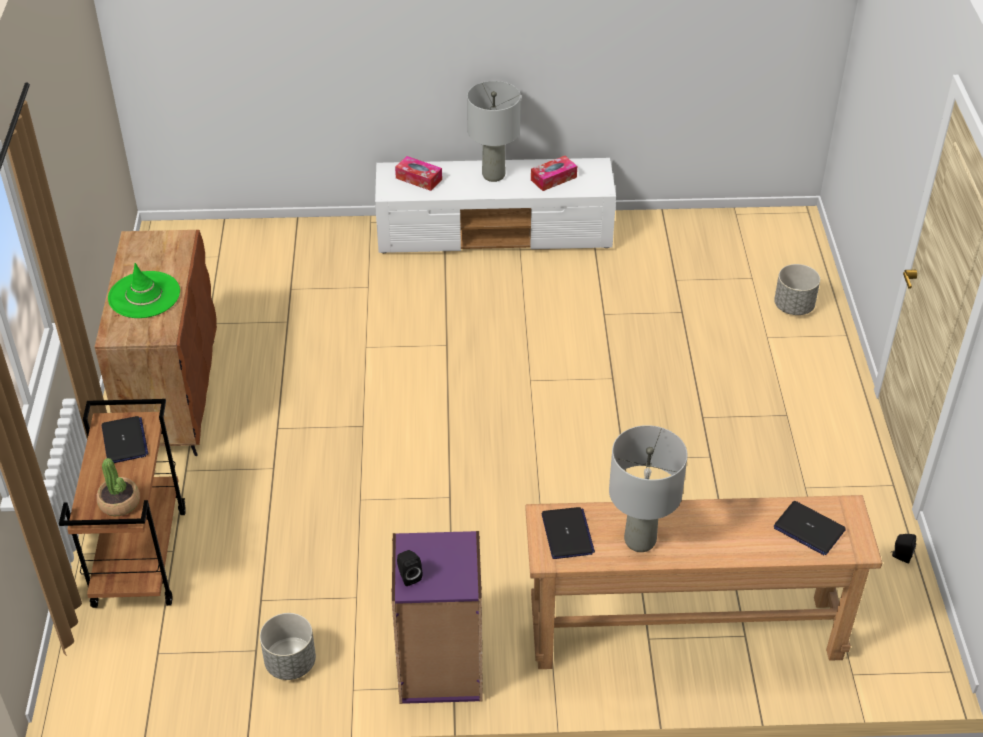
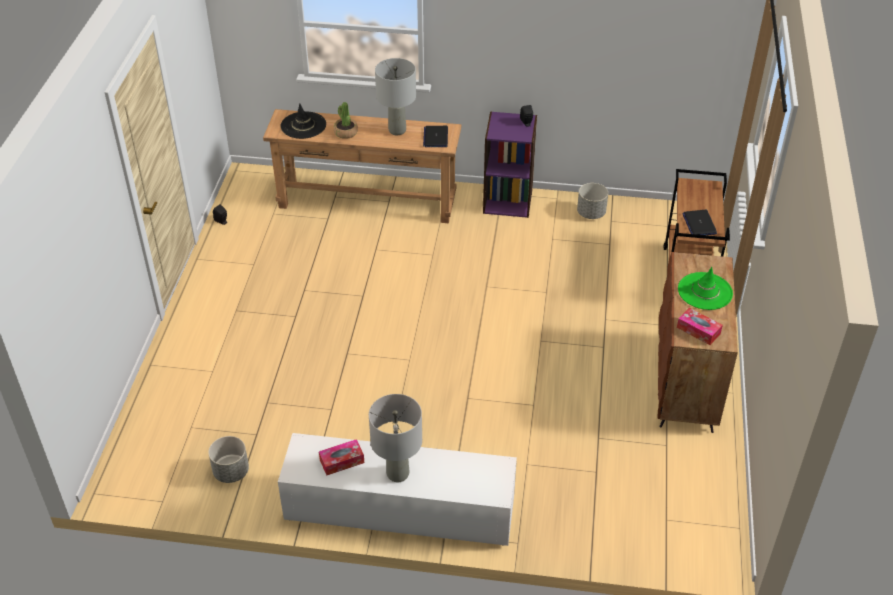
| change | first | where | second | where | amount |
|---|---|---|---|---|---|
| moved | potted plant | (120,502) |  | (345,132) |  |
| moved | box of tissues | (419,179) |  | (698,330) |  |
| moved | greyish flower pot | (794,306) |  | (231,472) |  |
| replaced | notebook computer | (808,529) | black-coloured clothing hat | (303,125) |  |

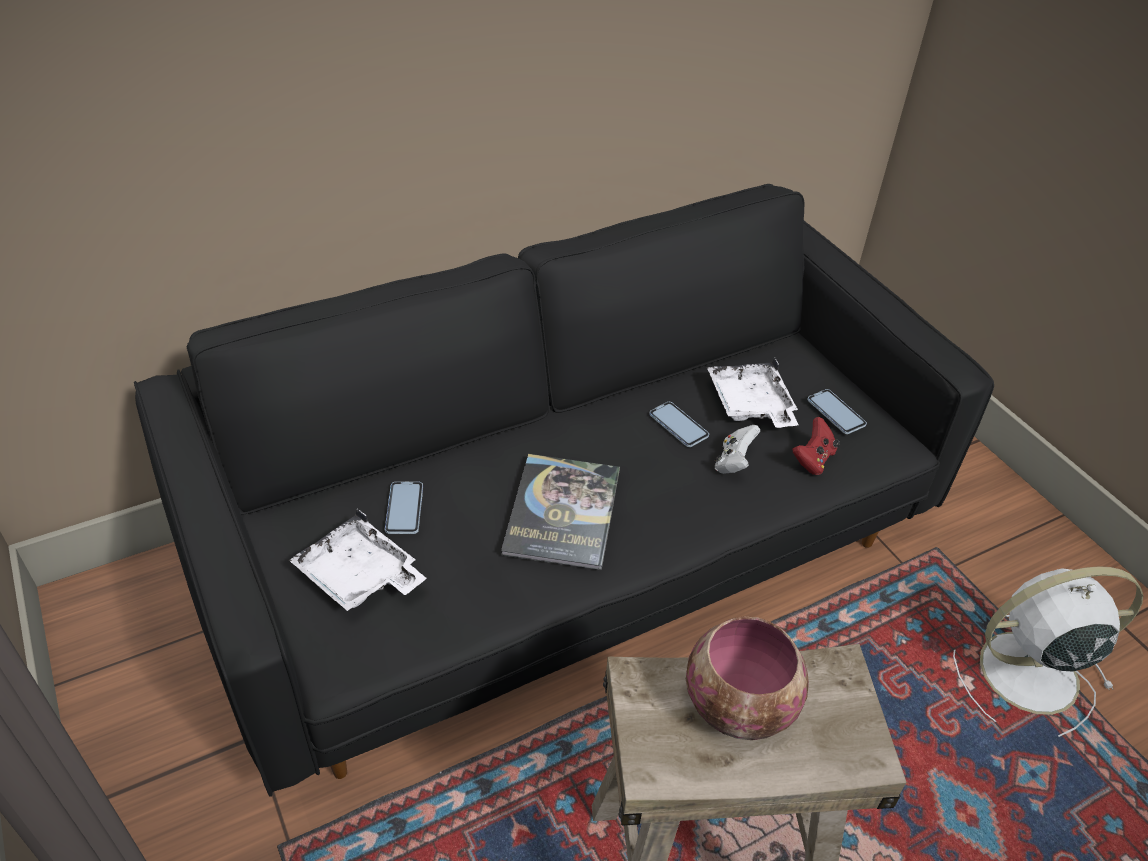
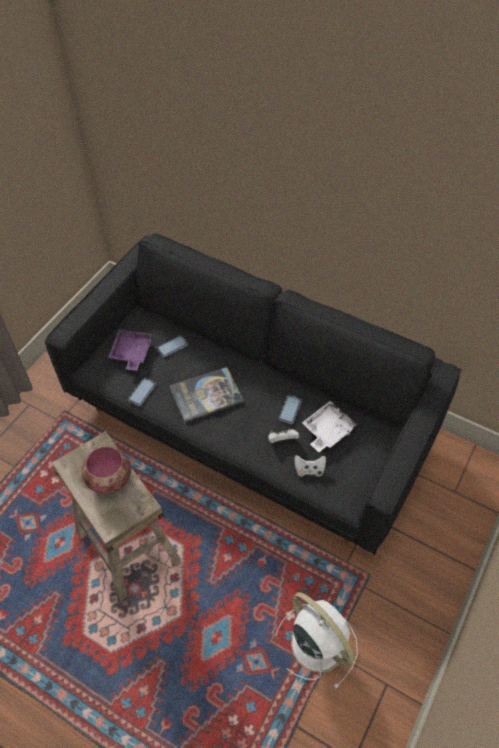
| change | first | where | second | where | amount |
|---|---|---|---|---|---|
| moved | phone | (836,413) |  | (142,392) |  |
| recoloured | whitish carrying tray | (359,577) | purple-coloured carrying tray | (131,353) |  |
| recoloured | red-coloured game controller | (813,459) | whitish game controller | (309,470) |  |

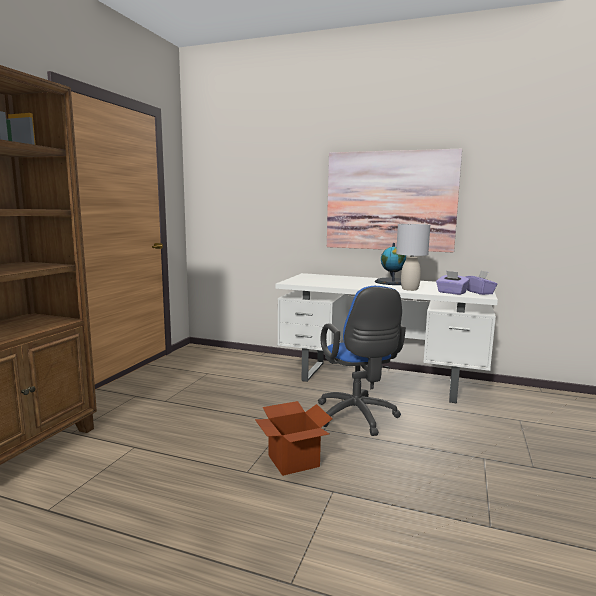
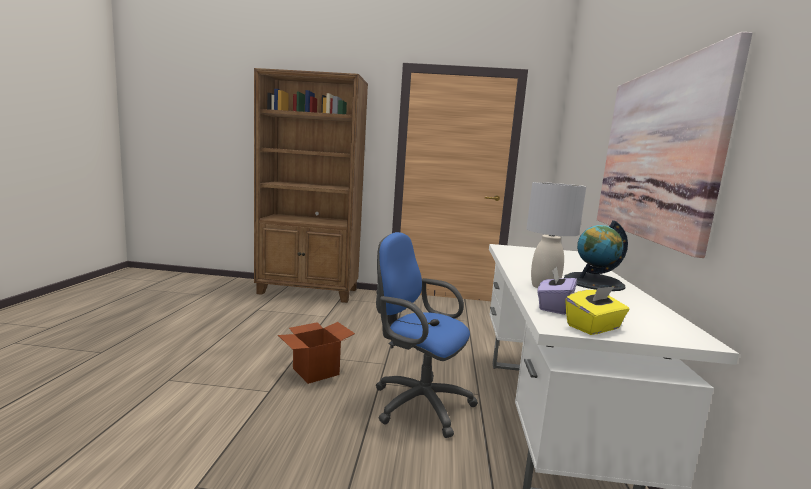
| change | first | where | second | where | amount |
|---|---|---|---|---|---|
| recoloured | purple-coloured box of tissues | (480,292) | yellow-coloured box of tissues | (594,327) |  |
| turned | bluish computer chair | (358,417) |  | (417,403) | 60 degrees clockwise |

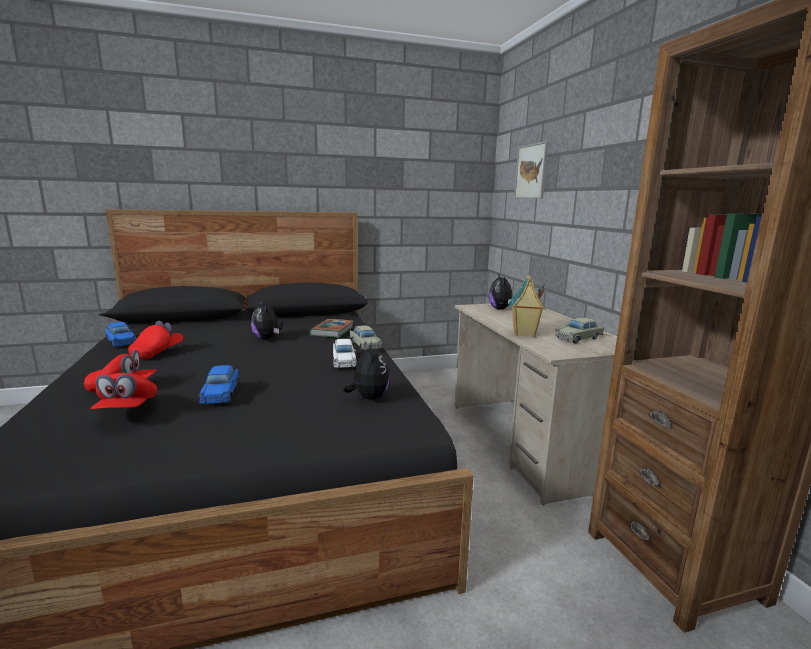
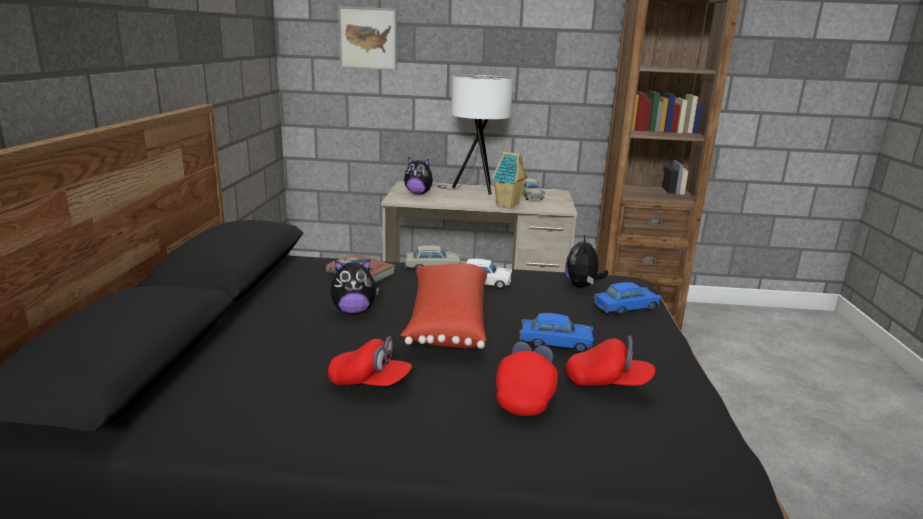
| change | first | where | second | where | amount |
|---|---|---|---|---|---|
| added |  |  | red-coloured throw pillow | (446,322) |  |
| added |  |  | whitish table lamp | (474,190) |  |
| moved | bluish miniature car | (121,342) |  | (625,307) |  |
| turned | red-coloured cap | (157,353) |  | (369,382) | 150 degrees clockwise |
| turned | cuddly toy | (368,397) |  | (582,286) | 90 degrees counterclockwise |

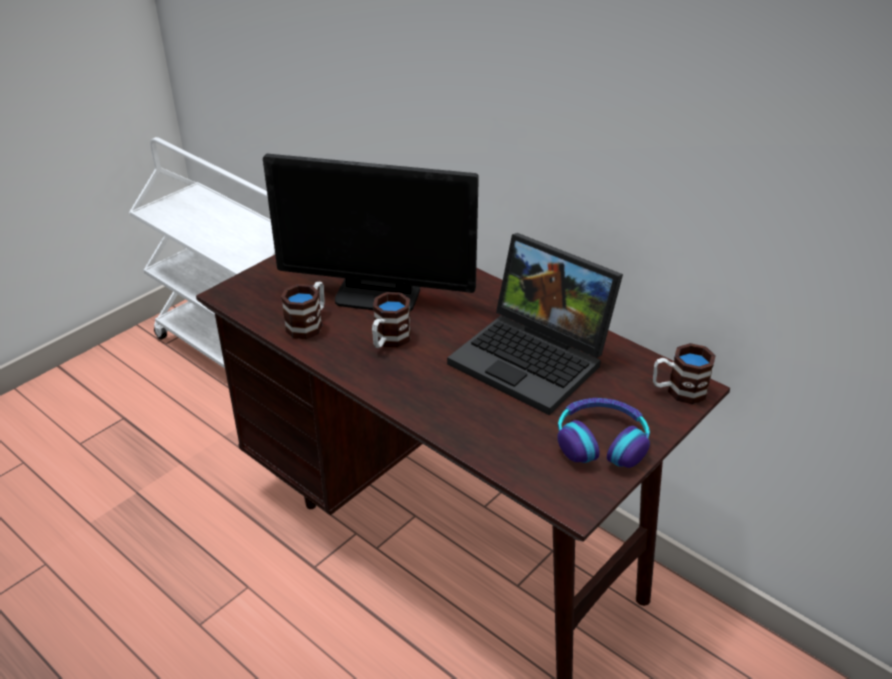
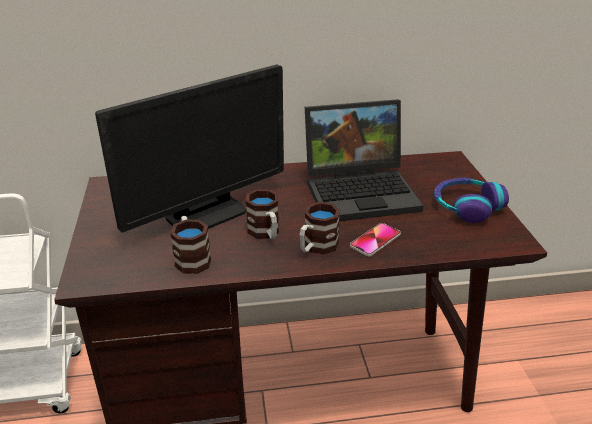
| change | first | where | second | where | amount |
|---|---|---|---|---|---|
| added |  |  | phone | (375,240) |  |
| moved | tea mug | (678,391) |  | (316,247) |  |

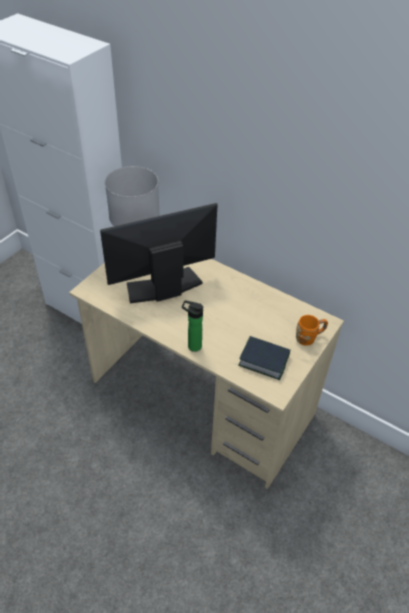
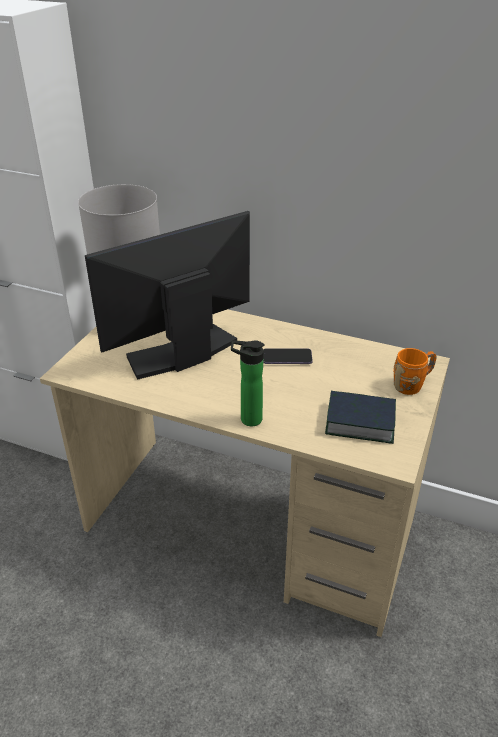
| change | first | where | second | where | amount |
|---|---|---|---|---|---|
| added |  |  | phone | (287,358) |  |

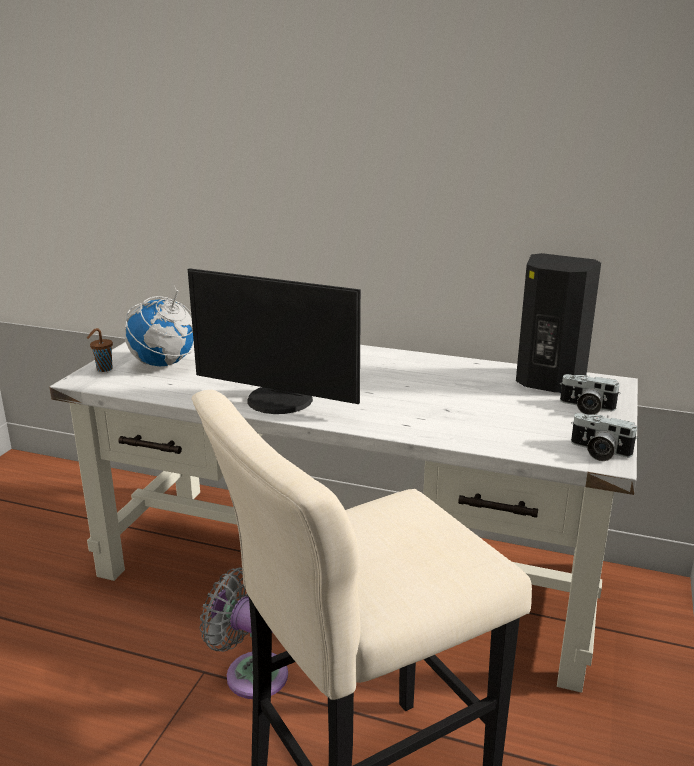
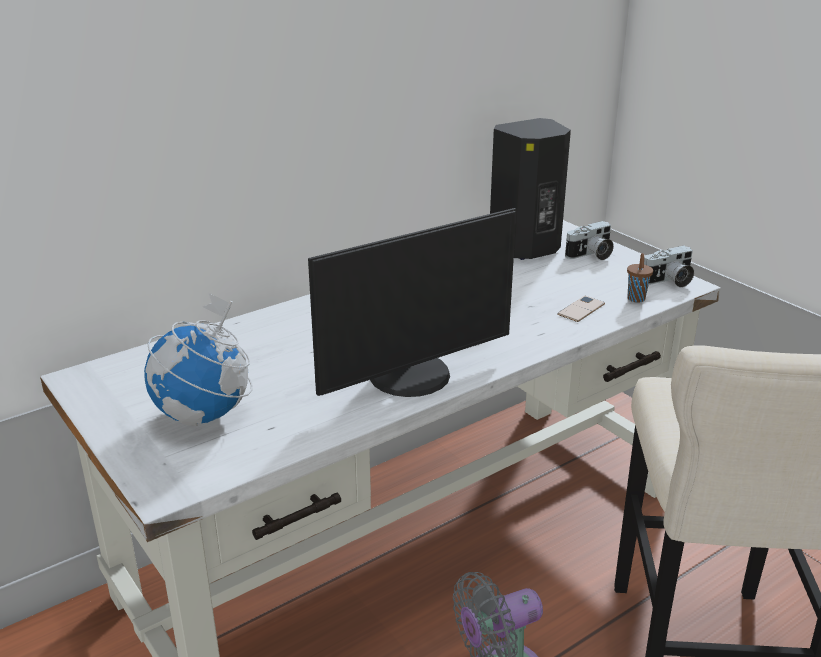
| change | first | where | second | where | amount |
|---|---|---|---|---|---|
| added |  |  | phone | (581,309) |  |
| moved | brown-coloured small cup | (103,369) |  | (636,299) |  |

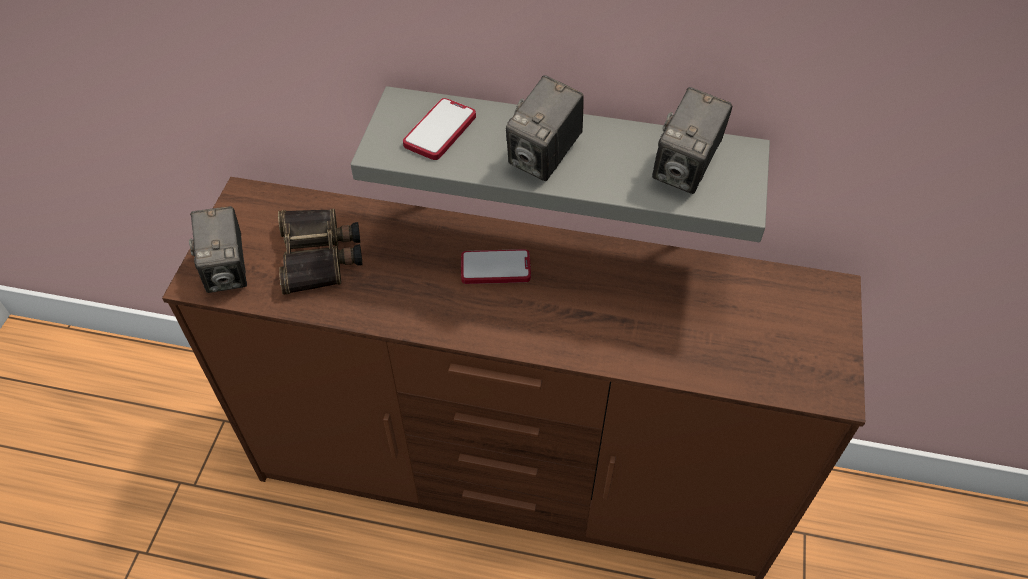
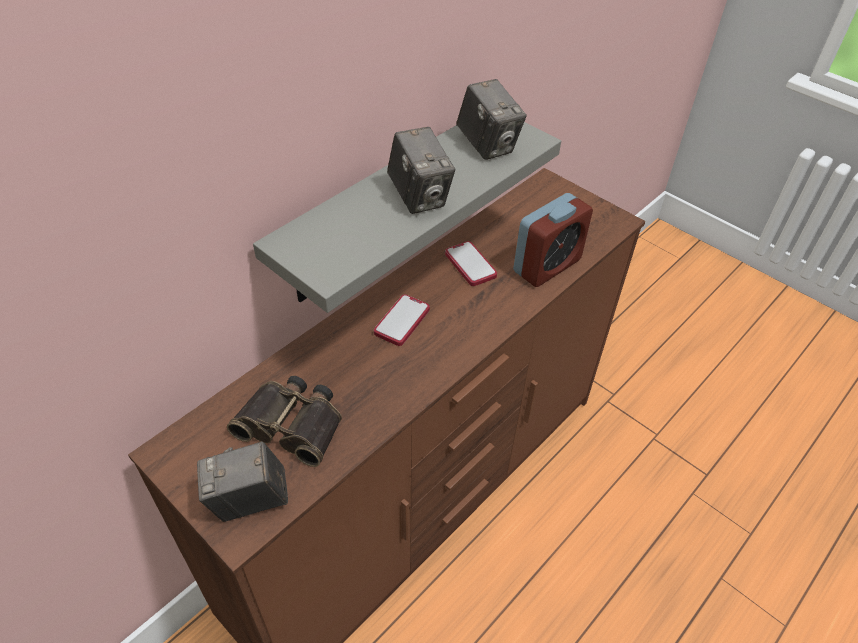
| change | first | where | second | where | amount |
|---|---|---|---|---|---|
| added |  |  | bedside clock | (547,266) |  |
| moved | phone | (440,131) |  | (470,265) |  |
| turned | still camera | (228,271) |  | (249,501) | 150 degrees clockwise |

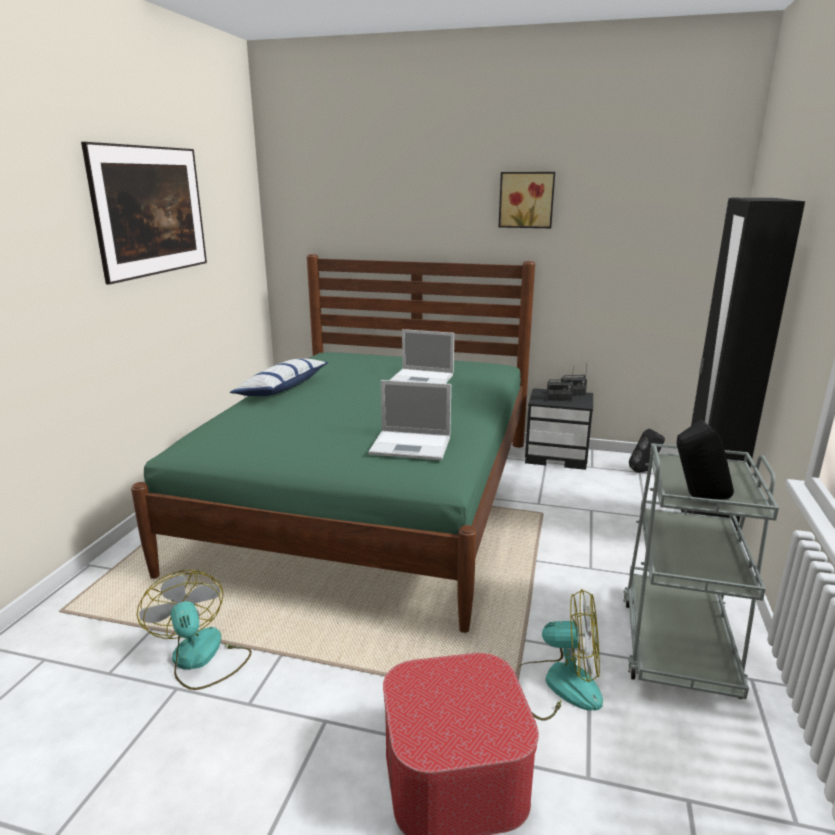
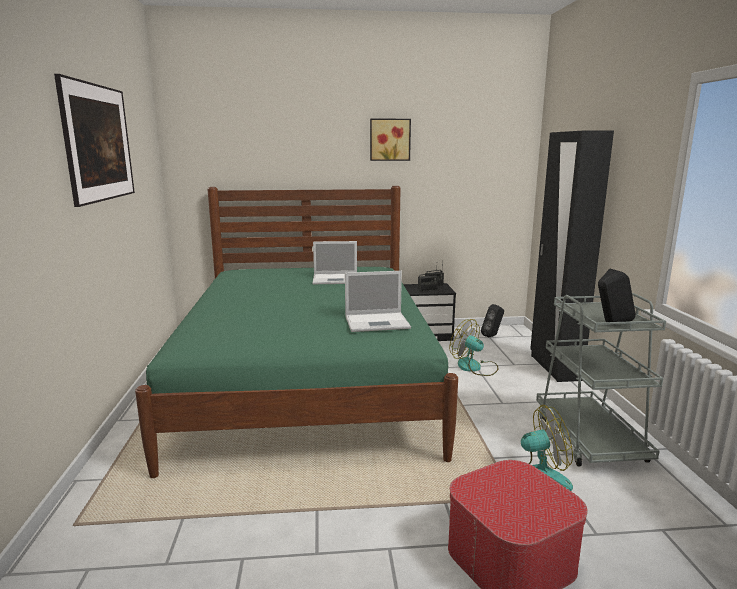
| change | first | where | second | where | amount |
|---|---|---|---|---|---|
| removed | throw pillow | (282,388) |  |  |  |
| moved | electric fan | (201,658) |  | (474,367) |  |

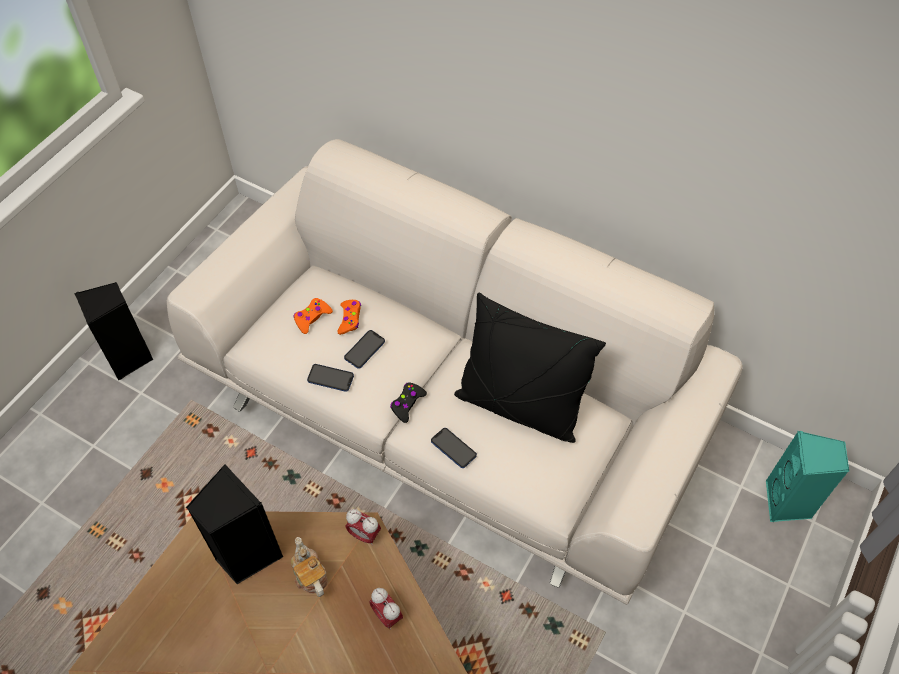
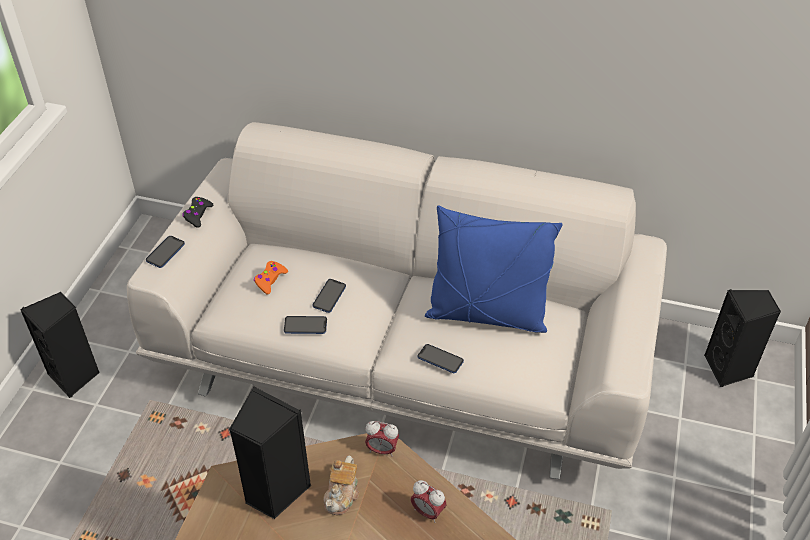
| change | first | where | second | where | amount |
|---|---|---|---|---|---|
| removed | orange game controller | (350,319) |  |  |  |
| added |  |  | phone | (165,252) |  |
| moved | black-coloured game controller | (407,404) |  | (198,215) |  |
| recoloured | black-coloured throw pillow | (519,406) | bluish throw pillow | (487,314) |  |
| recoloured | turquoise audio speaker | (788,503) | black-coloured audio speaker | (729,369) |  |
| turned | tea pot | (310,575) |  | (342,495) | 120 degrees counterclockwise |

